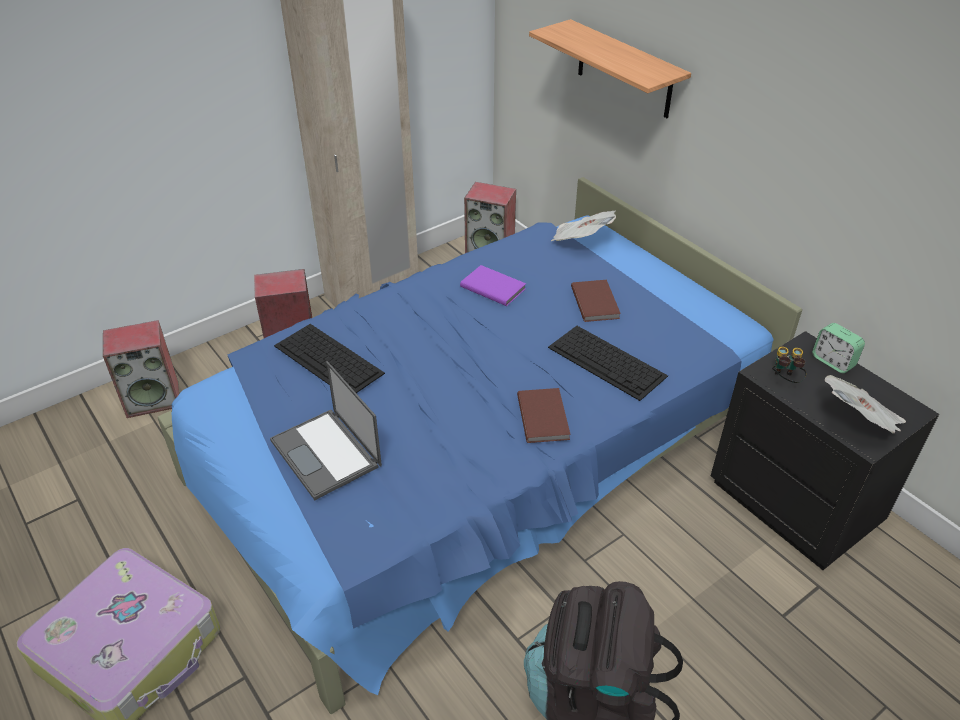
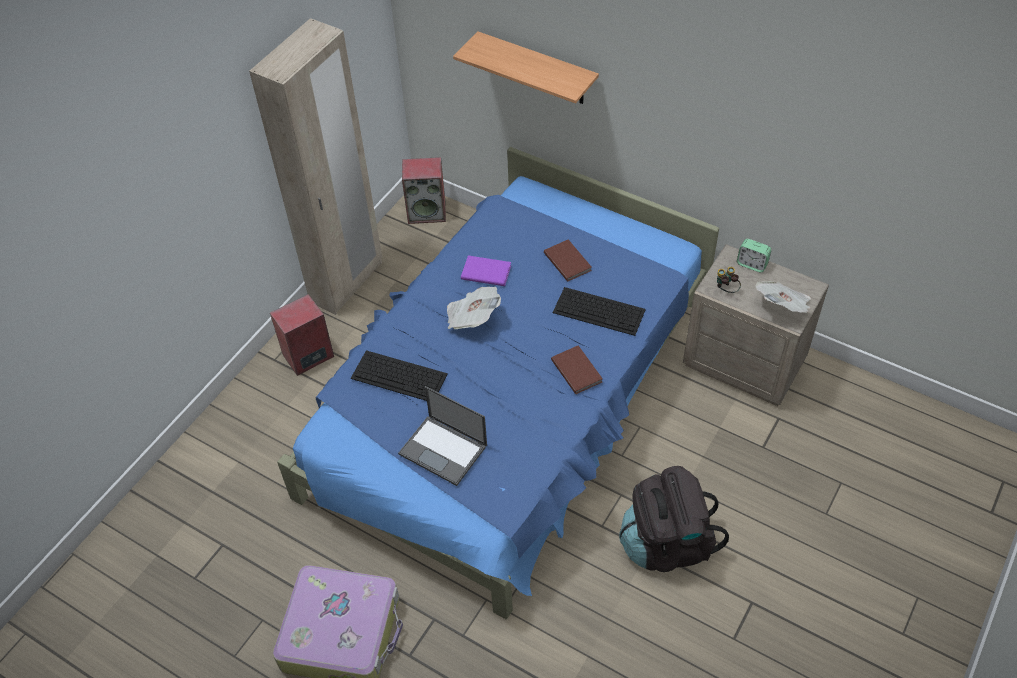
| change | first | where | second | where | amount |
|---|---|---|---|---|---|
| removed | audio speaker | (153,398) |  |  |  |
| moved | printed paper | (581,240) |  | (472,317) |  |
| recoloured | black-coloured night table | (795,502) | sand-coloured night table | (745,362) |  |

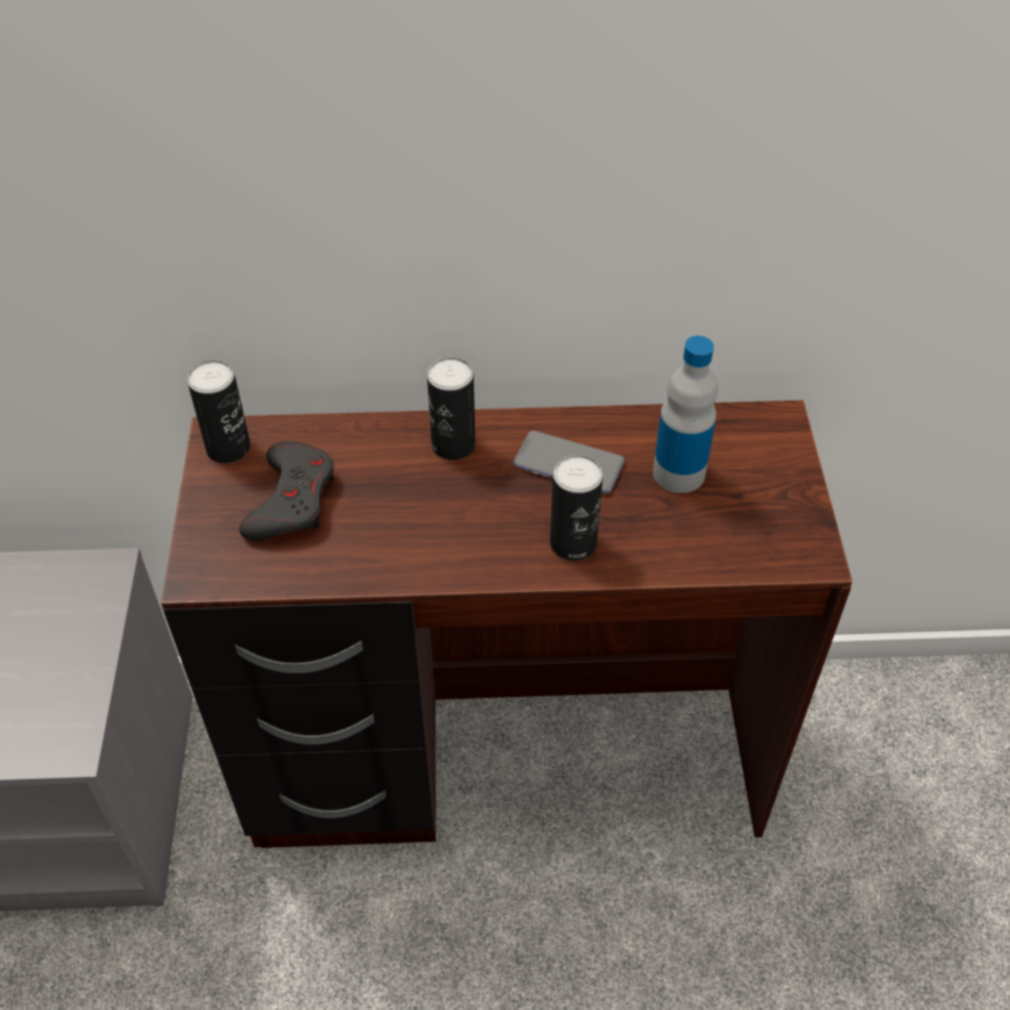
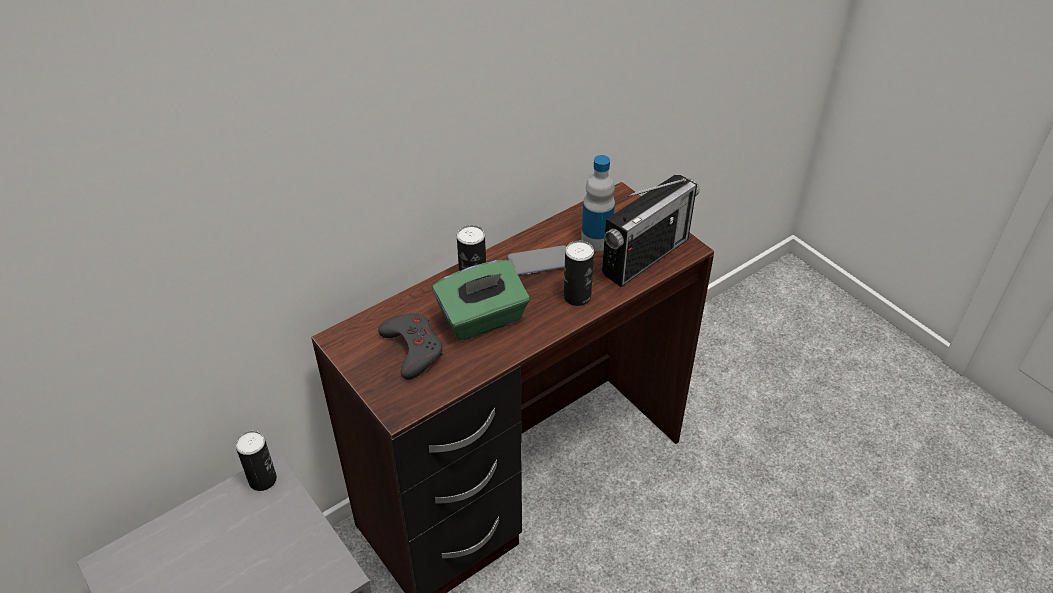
| change | first | where | second | where | amount |
|---|---|---|---|---|---|
| added |  |  | green-coloured box of tissues | (482,319) |  |
| added |  |  | radio receiver | (645,256) |  |
| moved | sealed can | (228,448) |  | (262,479) |  |

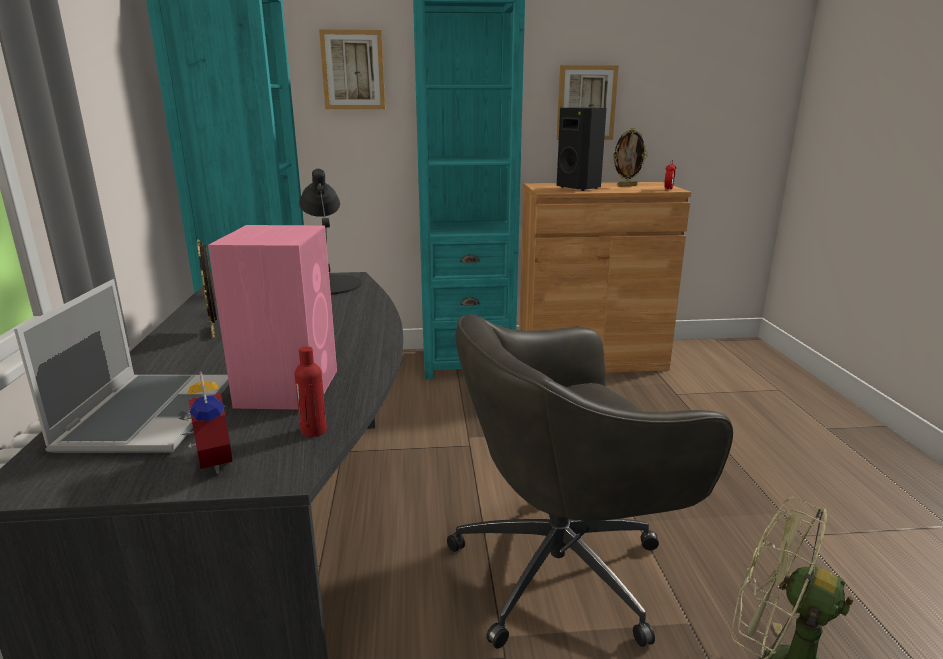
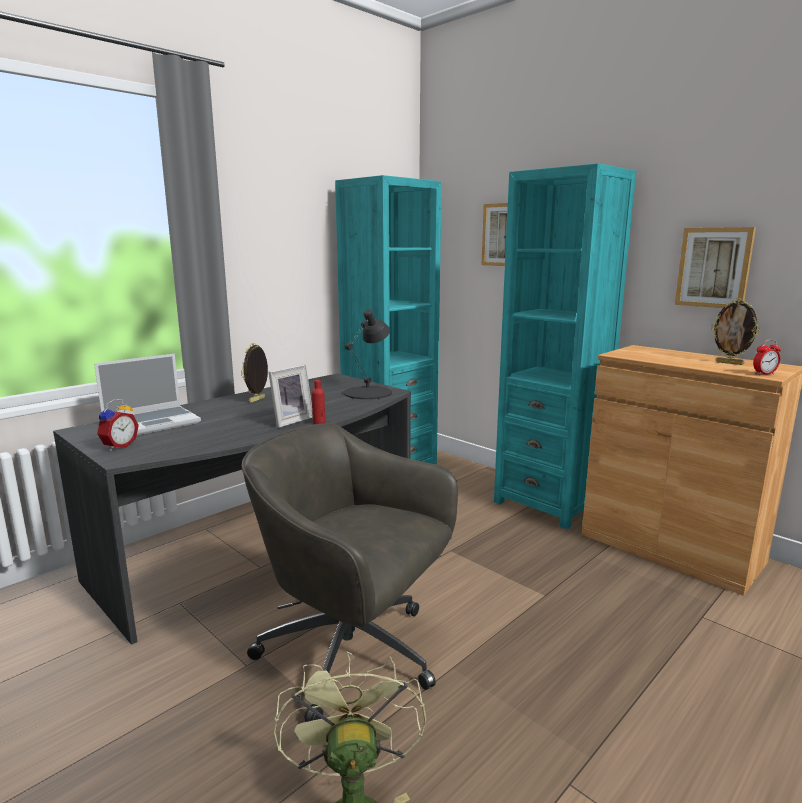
| change | first | where | second | where | amount |
|---|---|---|---|---|---|
| removed | pinkish audio speaker | (289,387) |  |  |  |
| removed | black-coloured audio speaker | (580,188) |  |  |  |
| added |  |  | standing frame | (290,421) |  |
| moved | red-coloured beverage bottle | (313,431) |  | (319,423) |  |

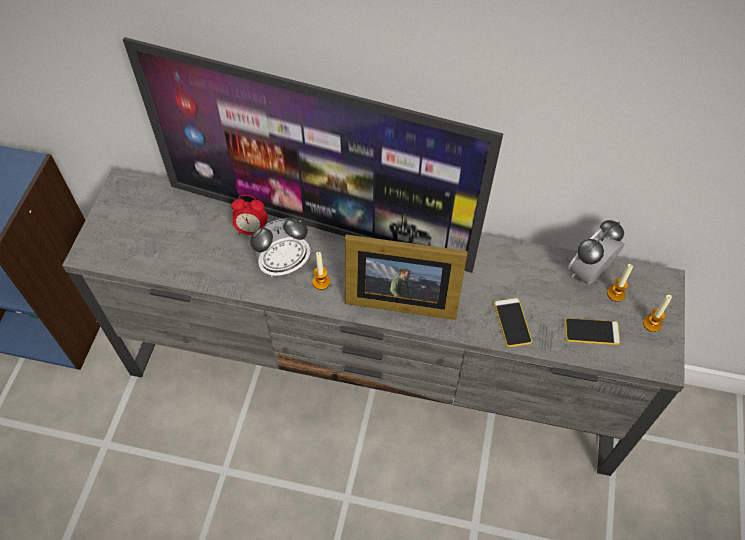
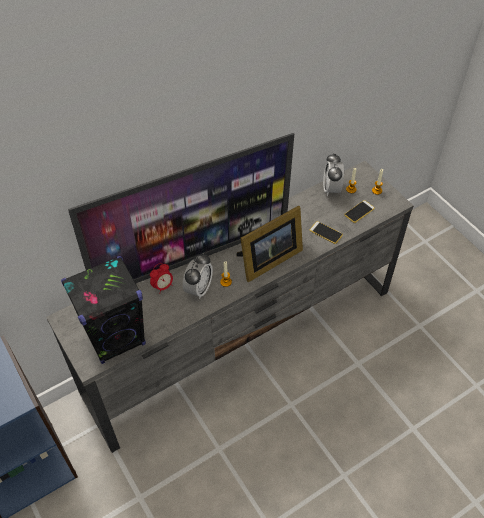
| change | first | where | second | where | amount |
|---|---|---|---|---|---|
| added |  |  | black-coloured audio speaker | (116,338) |  |

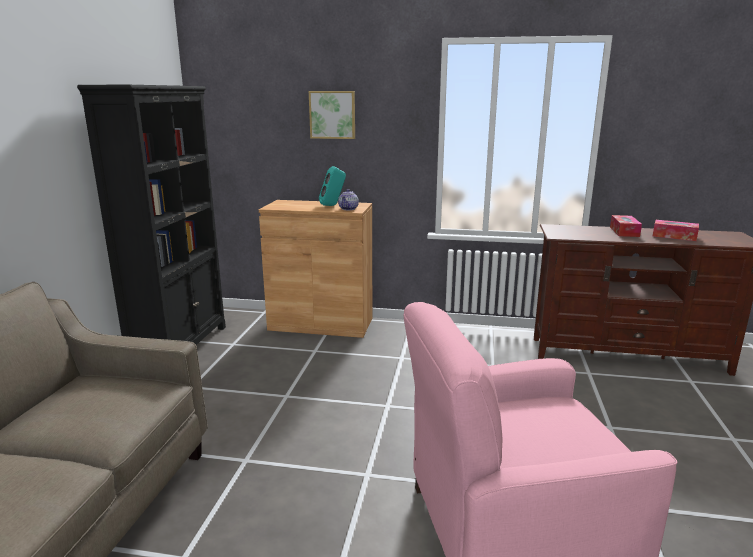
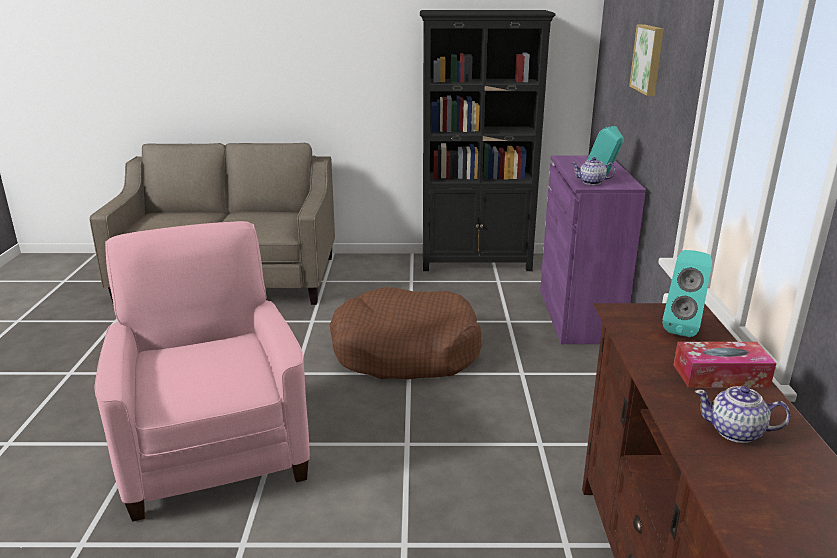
| change | first | where | second | where | amount |
|---|---|---|---|---|---|
| added |  |  | brown-coloured dog cushion | (405,351) |  |
| added |  |  | turquoise audio speaker | (682,328) |  |
| replaced | box of tissues | (674,236) | tea pot | (736,432) |  |
| recoloured | brown-coloured cupboard | (321,324) | purple-coloured cupboard | (579,315) |  |

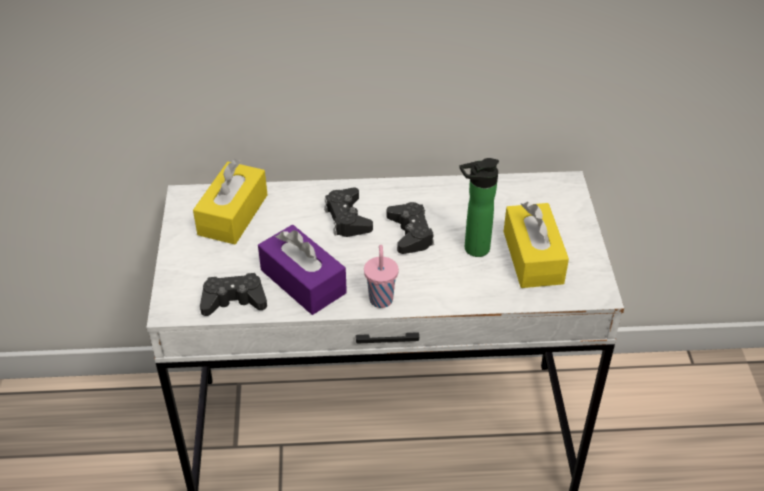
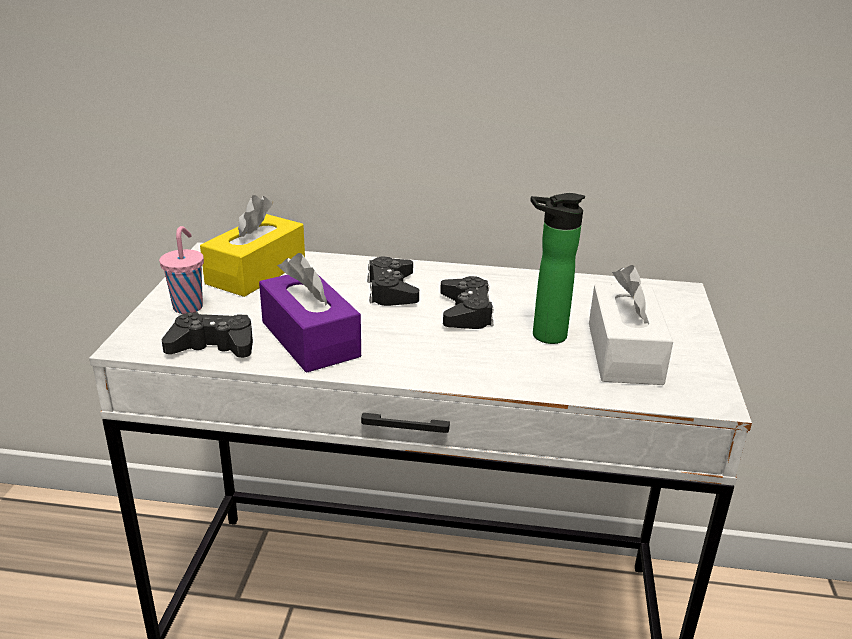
| change | first | where | second | where | amount |
|---|---|---|---|---|---|
| moved | pinkish small cup | (381,298) |  | (189,306) |  |
| recoloured | yellow-coloured box of tissues | (533,257) | whitish box of tissues | (624,353) |  |

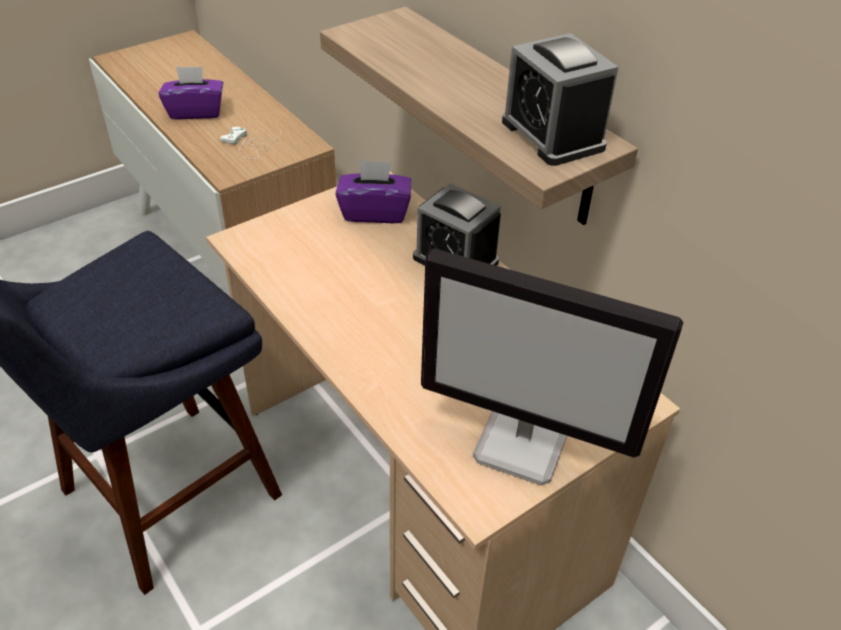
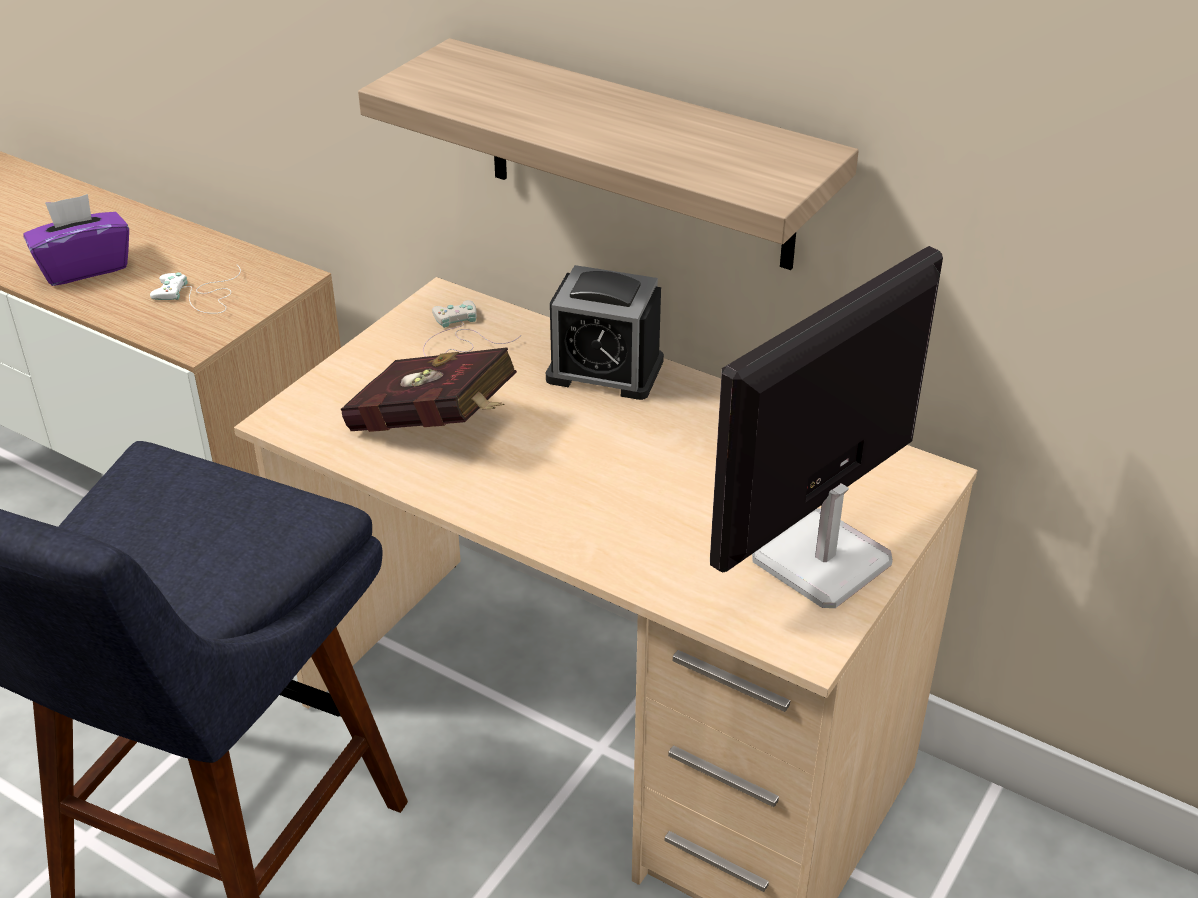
| change | first | where | second | where | amount |
|---|---|---|---|---|---|
| removed | bedside clock | (552,135) |  |  |  |
| added |  |  | red-coloured bound book | (437,428) |  |
| replaced | purple-coloured box of tissues | (374,212) | whitish game controller | (458,337) |  |
| turned | computer display | (523,444) |  | (819,562) | 135 degrees clockwise |

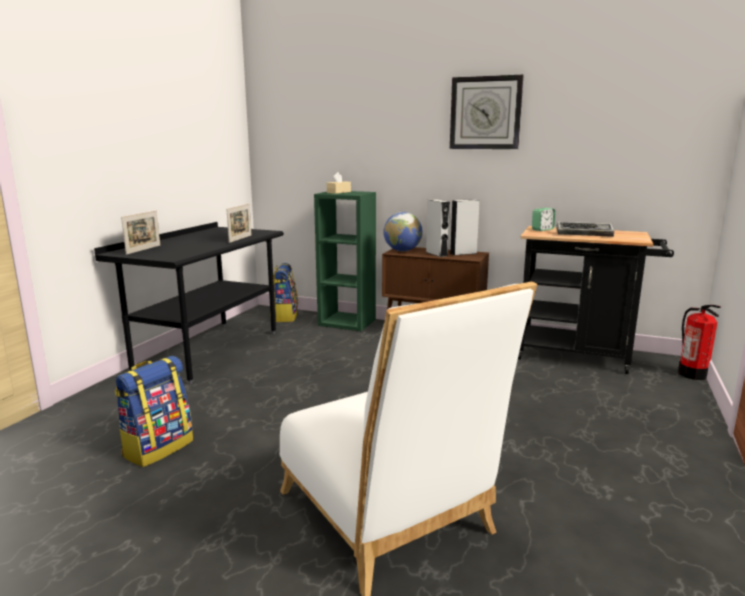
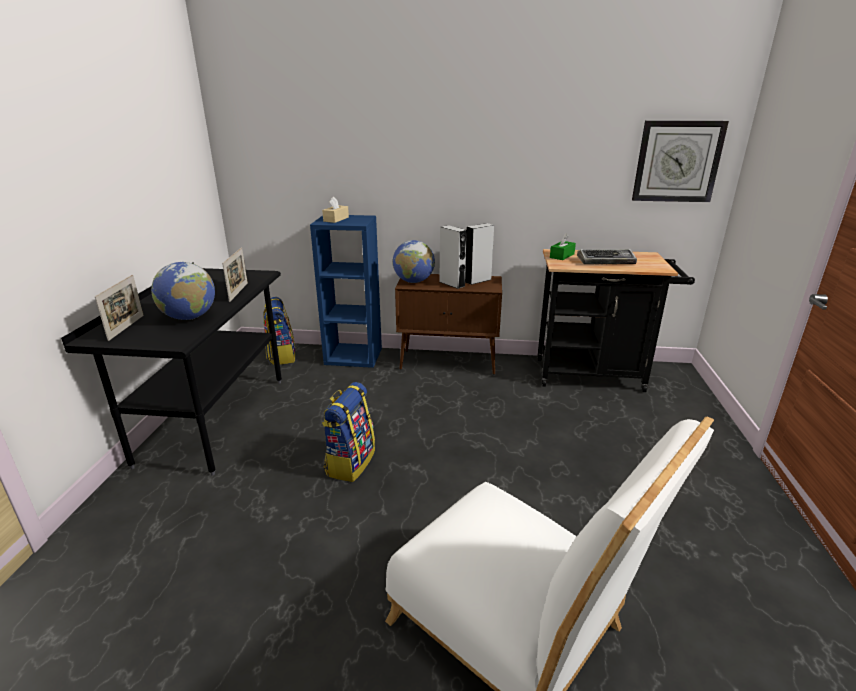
| change | first | where | second | where | amount |
|---|---|---|---|---|---|
| removed | extinguisher | (692,374) |  |  |  |
| added |  |  | desk globe | (189,317) |  |
| moved | backpack | (158,448) |  | (350,462) |  |
| moved | clock on the wall | (485,113) |  | (677,161) |  |
| replaced | bedside clock | (542,229) | green-coloured box of tissues | (562,256) |  |
| recoloured | green-coloured shelving unit | (348,322) | bluish shelving unit | (354,356) |  |

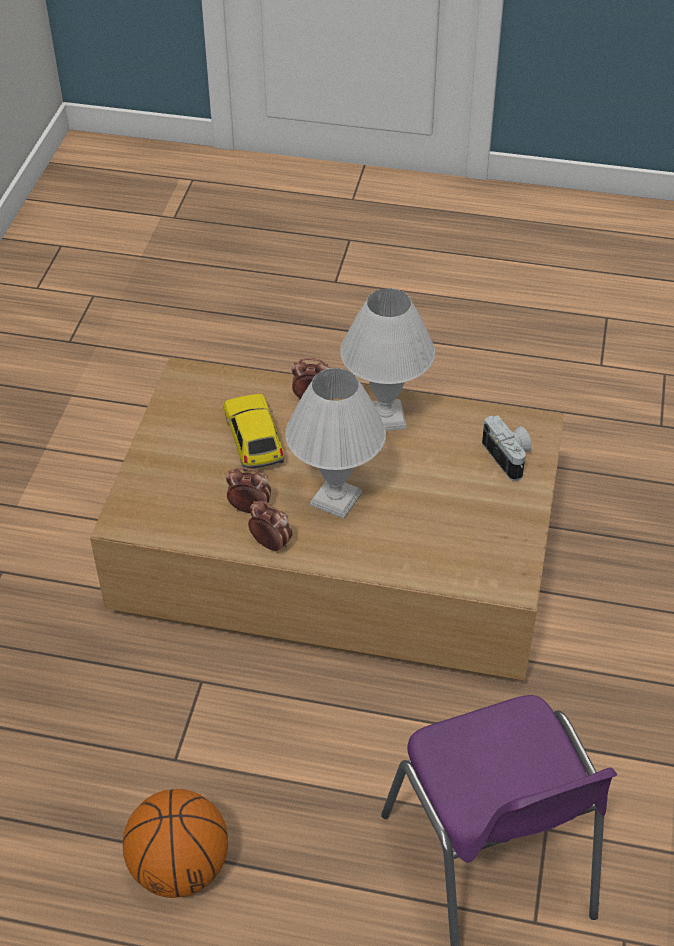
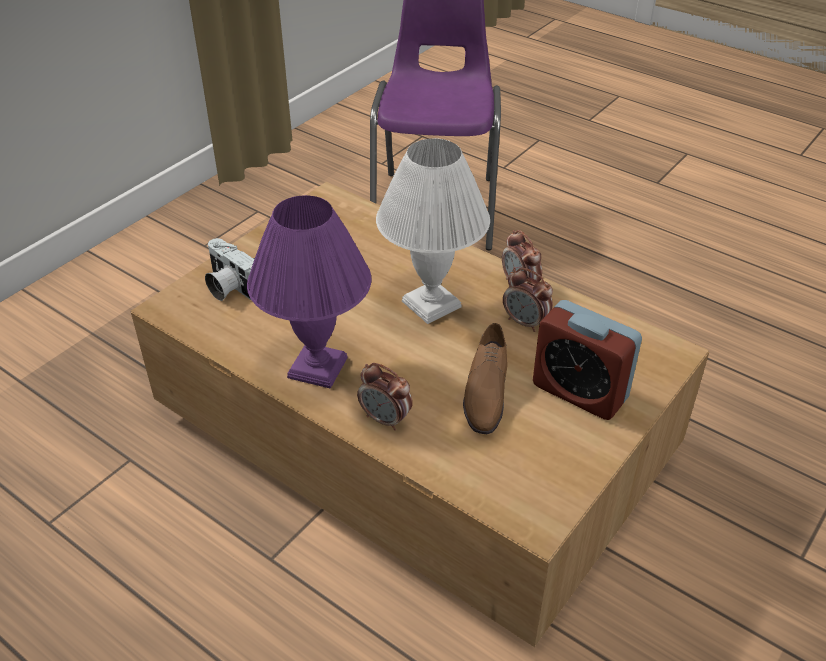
| change | first | where | second | where | amount |
|---|---|---|---|---|---|
| removed | ball for basketball | (180,868) |  |  |  |
| added |  |  | bedside clock | (579,391) |  |
| replaced | miniature car | (254,442) | brown-coloured shoe | (485,390) |  |
| recoloured | whitish table lamp | (386,417) | purple-coloured table lamp | (316,368) |  |
| turned | still camera | (509,457) |  | (229,287) | 45 degrees counterclockwise |

